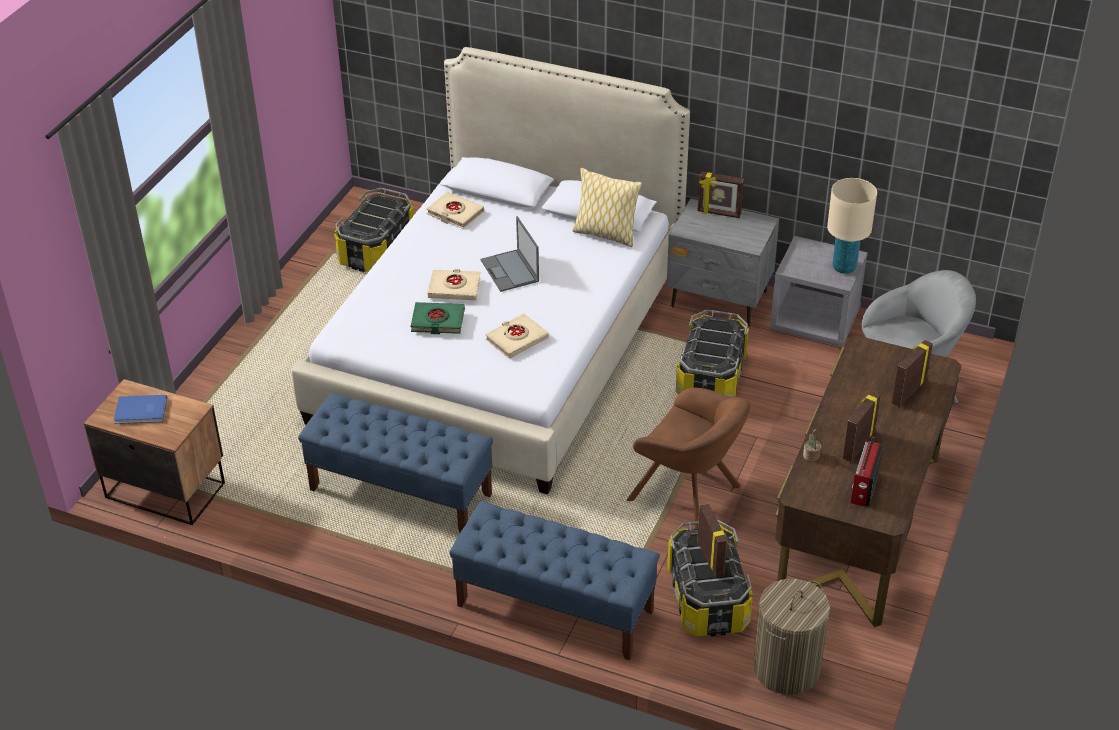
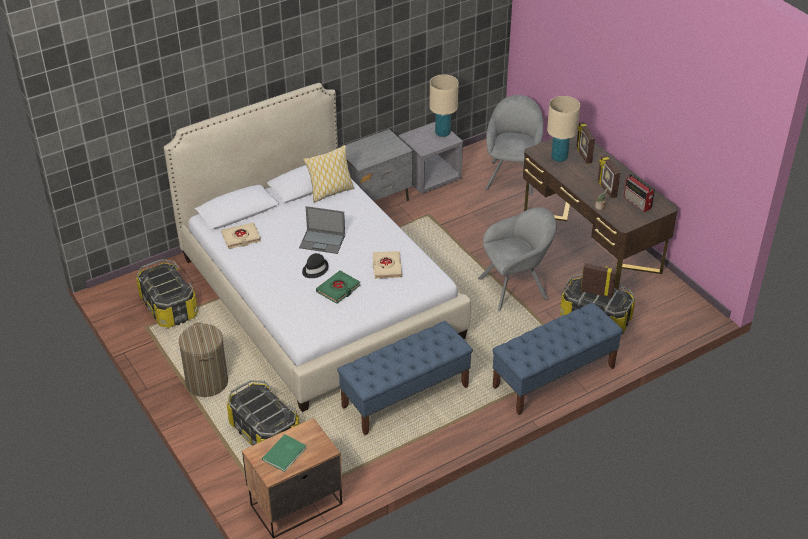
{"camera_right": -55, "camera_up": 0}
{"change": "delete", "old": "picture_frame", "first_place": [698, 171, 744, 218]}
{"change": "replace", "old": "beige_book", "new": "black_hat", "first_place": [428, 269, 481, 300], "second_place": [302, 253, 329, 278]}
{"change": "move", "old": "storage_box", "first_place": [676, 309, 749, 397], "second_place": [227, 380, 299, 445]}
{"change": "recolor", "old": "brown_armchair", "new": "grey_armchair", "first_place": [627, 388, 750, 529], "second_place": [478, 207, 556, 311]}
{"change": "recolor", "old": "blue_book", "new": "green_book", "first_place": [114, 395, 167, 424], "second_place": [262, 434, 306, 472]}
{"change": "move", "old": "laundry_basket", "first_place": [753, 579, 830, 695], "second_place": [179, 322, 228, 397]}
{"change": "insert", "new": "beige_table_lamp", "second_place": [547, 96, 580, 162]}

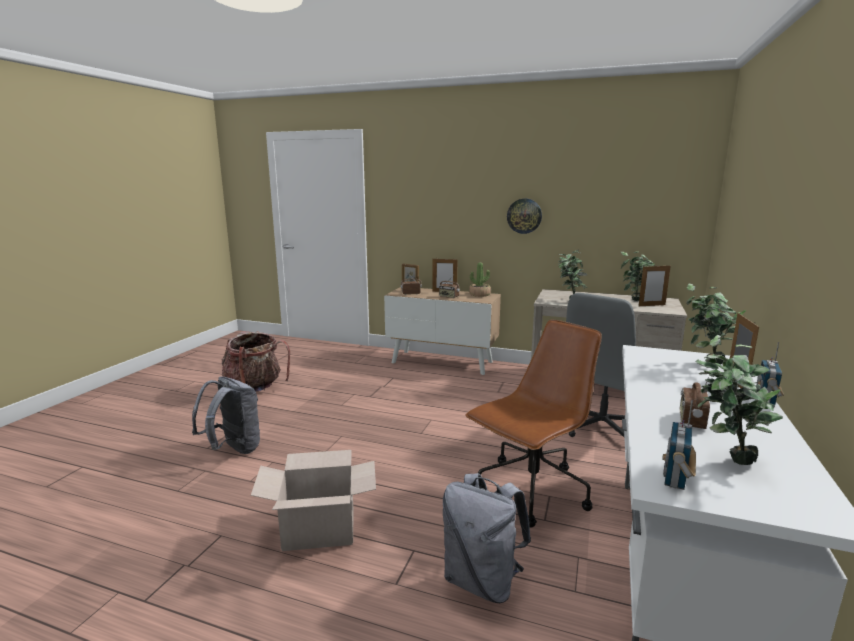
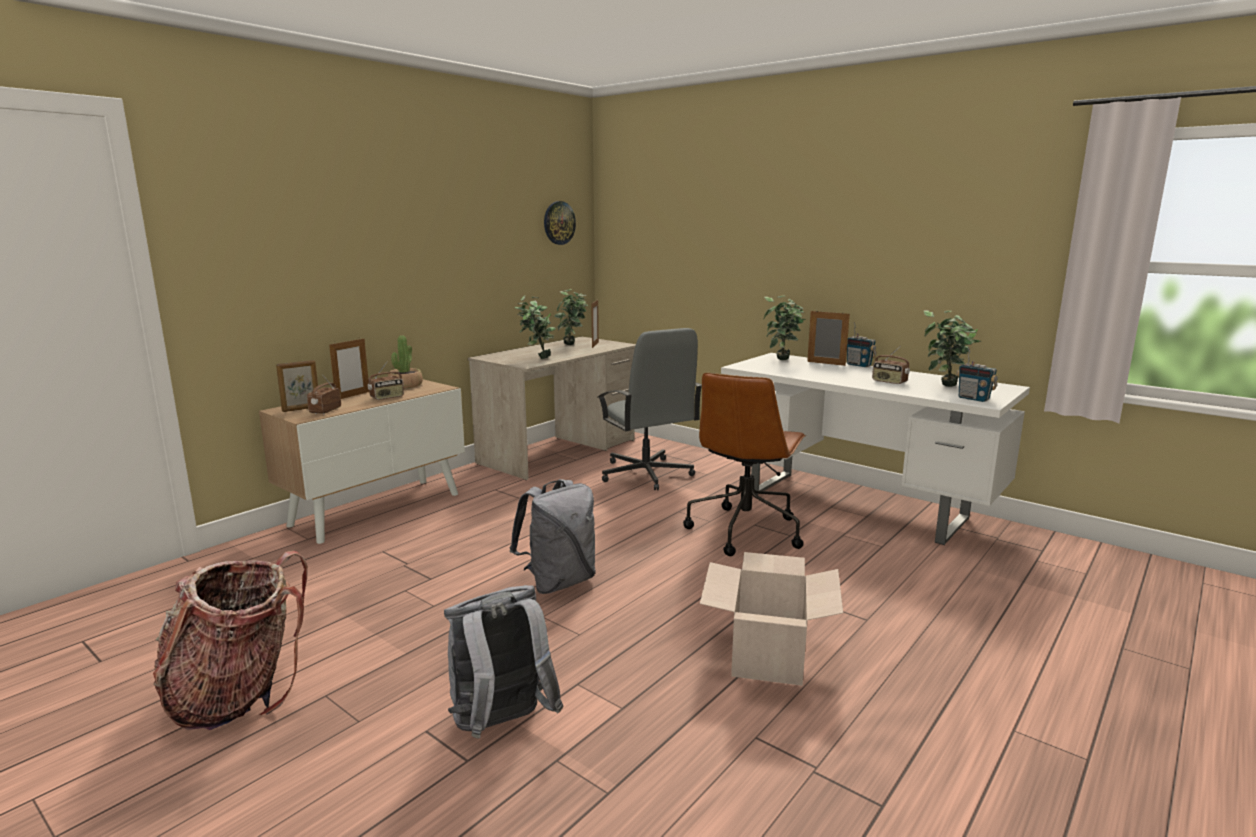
{"camera_right": -70, "camera_up": 0}
{"change": "move", "old": "wall_clock", "first_place": [507, 199, 542, 234], "second_place": [544, 201, 576, 245]}
{"change": "rotate", "old": "brown_office_chair", "first_place": [466, 320, 602, 528], "second_place": [683, 373, 806, 556], "degrees": -135}
{"change": "move", "old": "grey_backpack", "first_place": [443, 473, 531, 603], "second_place": [509, 479, 596, 594]}

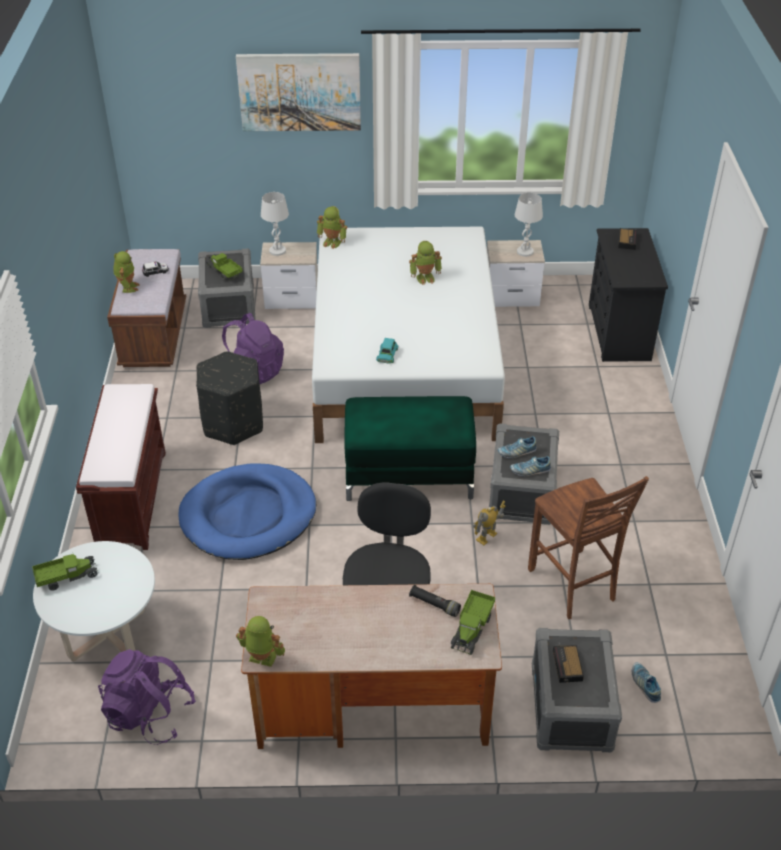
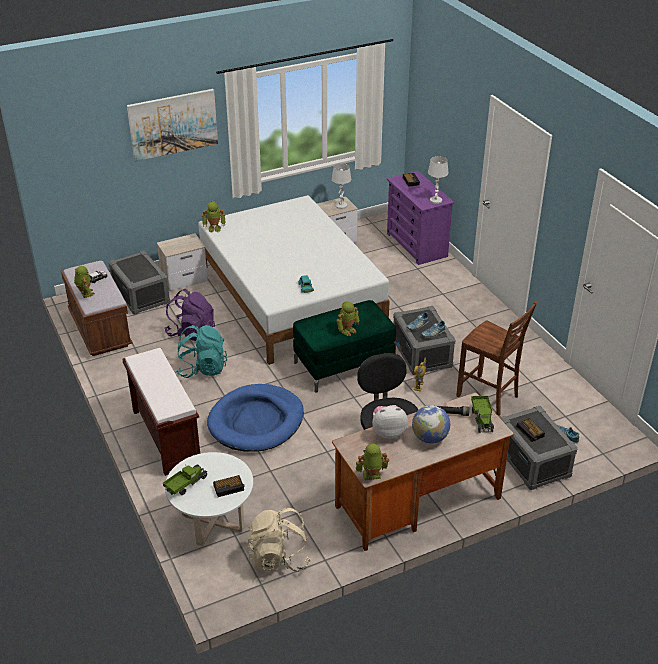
{"camera_right": -25, "camera_up": -5}
{"change": "move", "old": "white_table_lamp", "first_place": [261, 192, 289, 256], "second_place": [428, 156, 449, 204]}
{"change": "recolor", "old": "black_dresser", "new": "purple_dresser", "first_place": [589, 228, 668, 362], "second_place": [387, 171, 454, 265]}
{"change": "move", "old": "toy_robot", "first_place": [409, 241, 442, 285], "second_place": [336, 301, 359, 336]}
{"change": "delete", "old": "toy_truck", "first_place": [206, 253, 243, 280]}
{"change": "replace", "old": "black_ottoman", "new": "turquoise_backpack", "first_place": [196, 351, 263, 445], "second_place": [176, 325, 227, 378]}
{"change": "recolor", "old": "purple_backpack", "new": "beige_backpack", "first_place": [98, 649, 196, 745], "second_place": [247, 508, 311, 572]}
{"change": "insert", "new": "plush_toy", "second_place": [372, 405, 408, 439]}
{"change": "insert", "new": "globe", "second_place": [412, 405, 450, 443]}
{"change": "insert", "new": "alarm_clock", "second_place": [213, 475, 245, 497]}

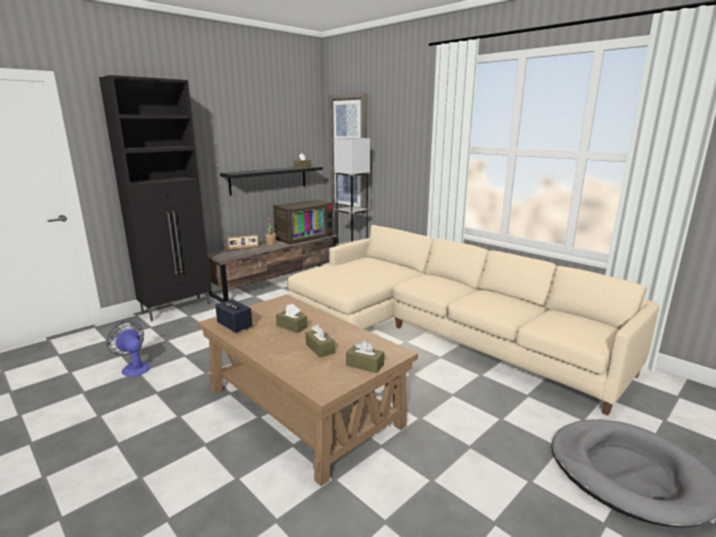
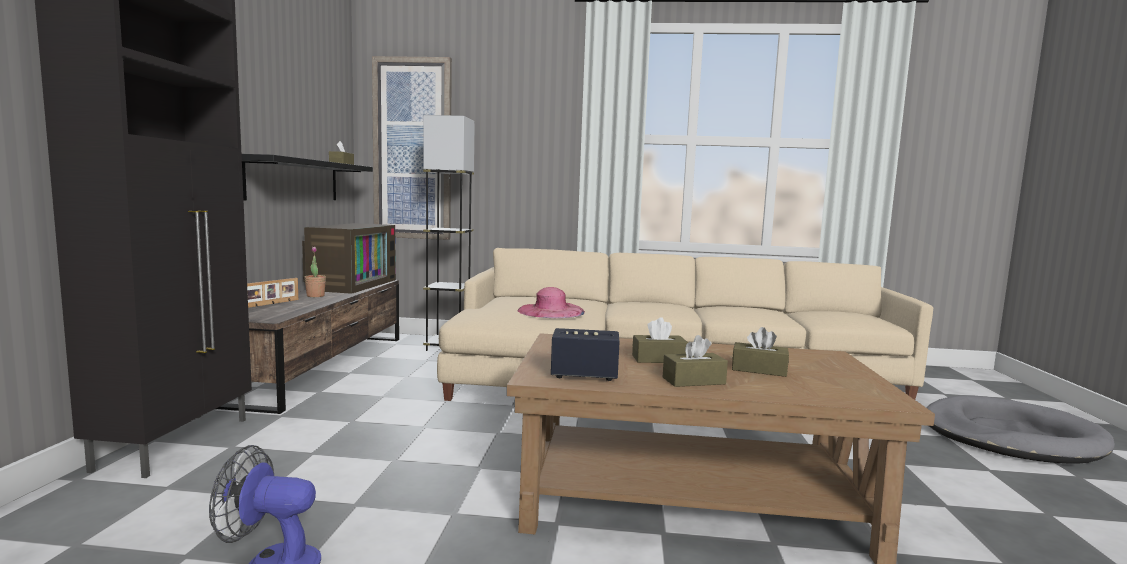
{"camera_right": -40, "camera_up": -10}
{"change": "move", "old": "brown_tissue_box", "first_place": [346, 339, 384, 373], "second_place": [663, 335, 728, 387]}
{"change": "insert", "new": "pink_hat", "second_place": [518, 287, 585, 318]}

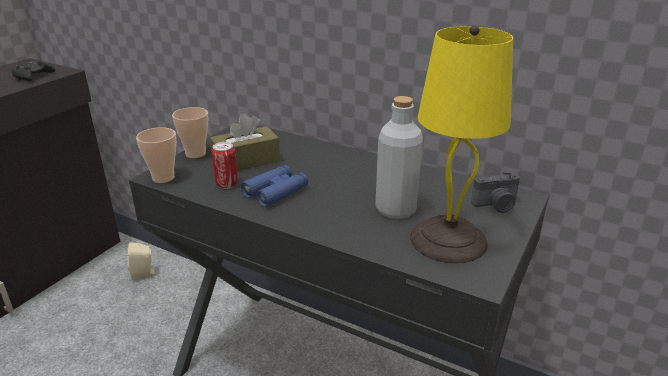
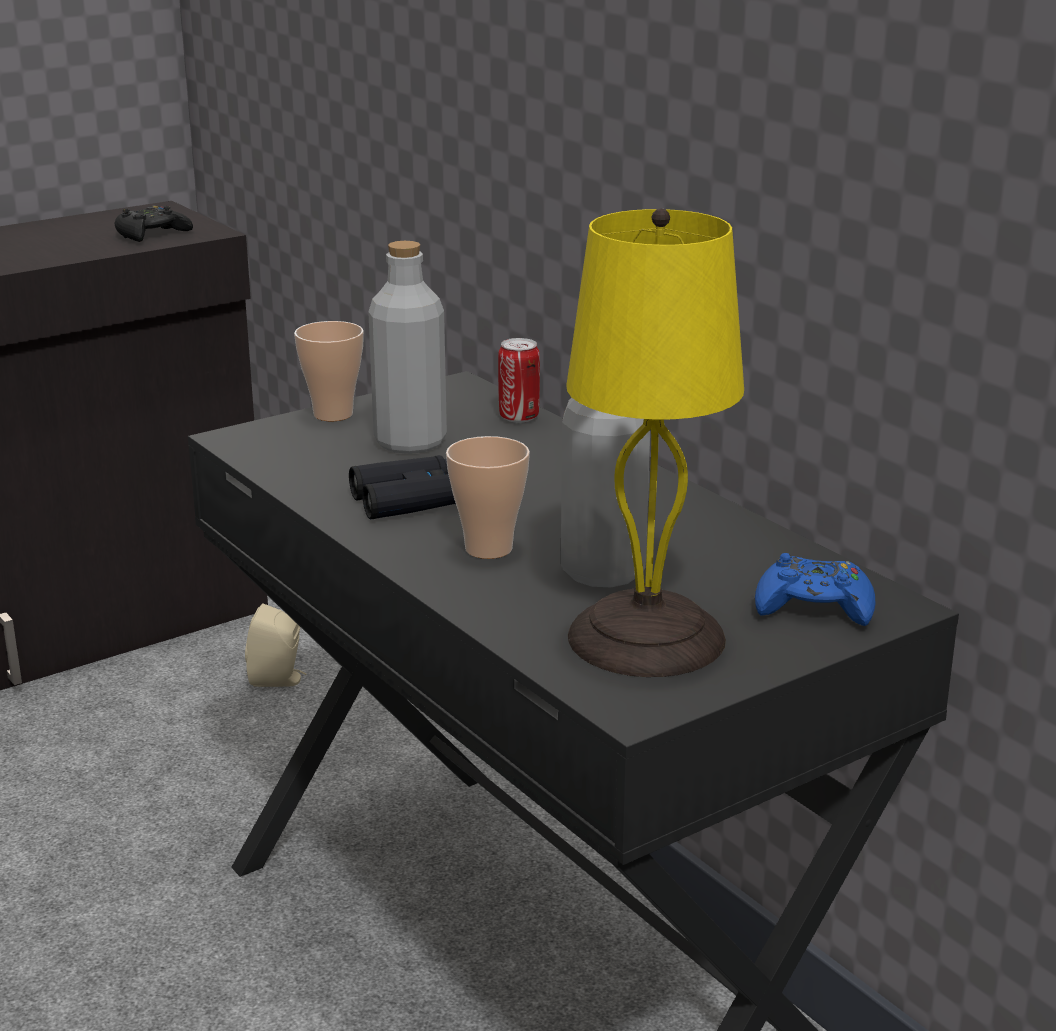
{"camera_right": 25, "camera_up": -5}
{"change": "replace", "old": "brown_tissue_box", "new": "grey_bottle", "first_place": [210, 113, 280, 171], "second_place": [368, 241, 447, 454]}
{"change": "move", "old": "cup", "first_place": [136, 127, 176, 183], "second_place": [446, 436, 530, 559]}
{"change": "move", "old": "can", "first_place": [212, 142, 238, 189], "second_place": [498, 338, 540, 423]}
{"change": "recolor", "old": "blue_binoculars", "new": "black_binoculars", "first_place": [241, 165, 308, 207], "second_place": [349, 455, 456, 519]}
{"change": "replace", "old": "photo_camera", "new": "blue_game_controller", "first_place": [471, 172, 520, 213], "second_place": [755, 553, 876, 626]}

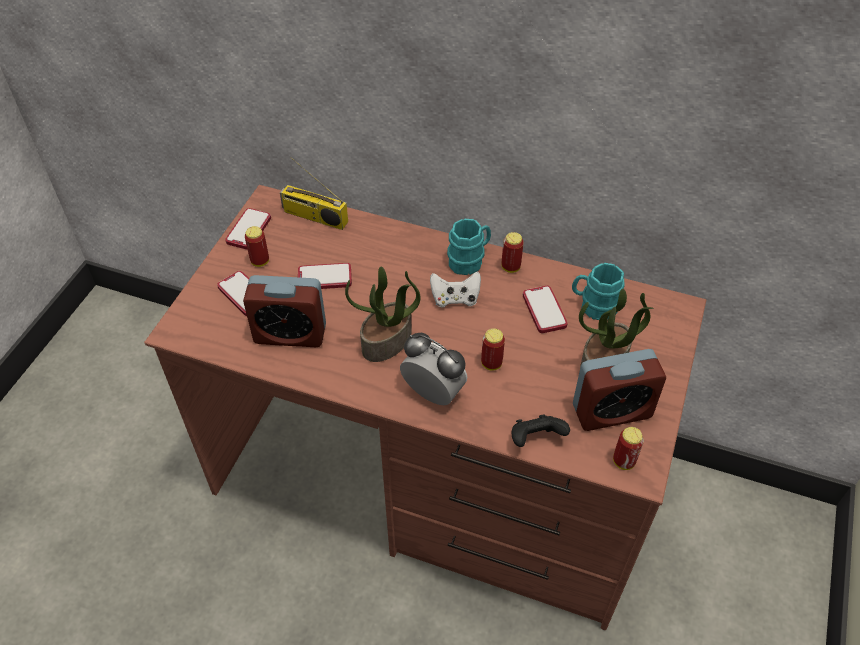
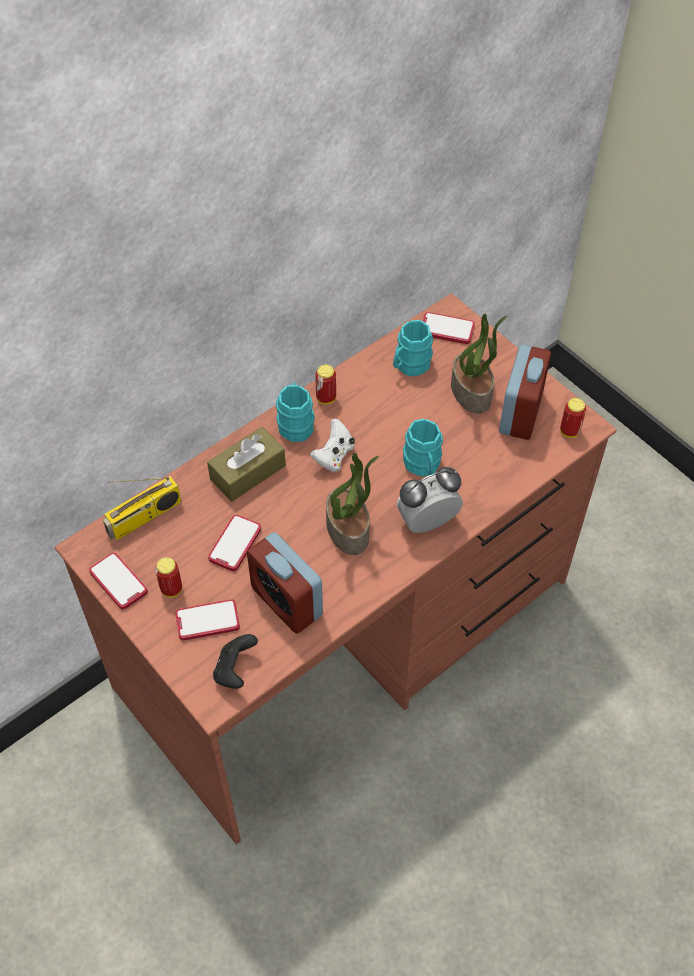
{"camera_right": -60, "camera_up": 5}
{"change": "rotate", "old": "alarm_clock", "first_place": [243, 275, 326, 347], "second_place": [247, 532, 323, 634], "degrees": 105}
{"change": "move", "old": "phone", "first_place": [523, 286, 568, 333], "second_place": [423, 312, 475, 344]}
{"change": "replace", "old": "can", "new": "turquoise_mug", "first_place": [481, 328, 505, 371], "second_place": [403, 419, 443, 477]}
{"change": "move", "old": "black_game_controller", "first_place": [512, 415, 570, 447], "second_place": [213, 634, 258, 689]}
{"change": "insert", "new": "brown_tissue_box", "second_place": [207, 427, 286, 502]}

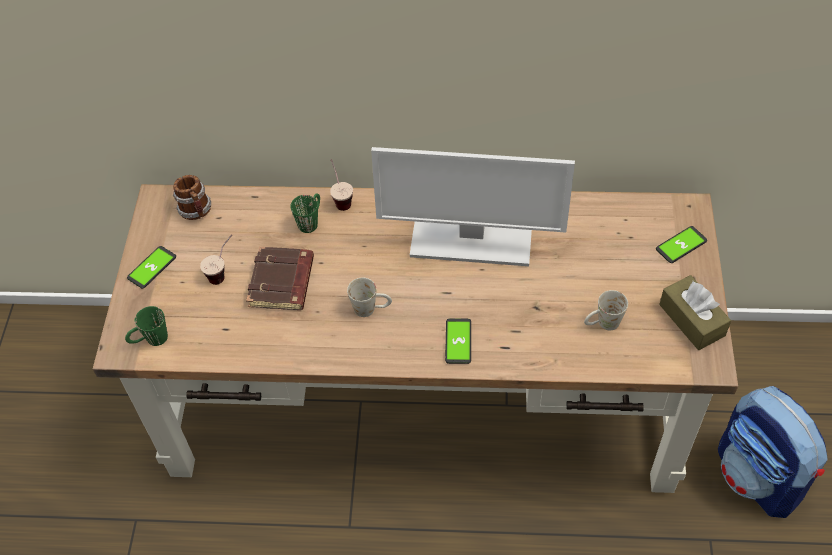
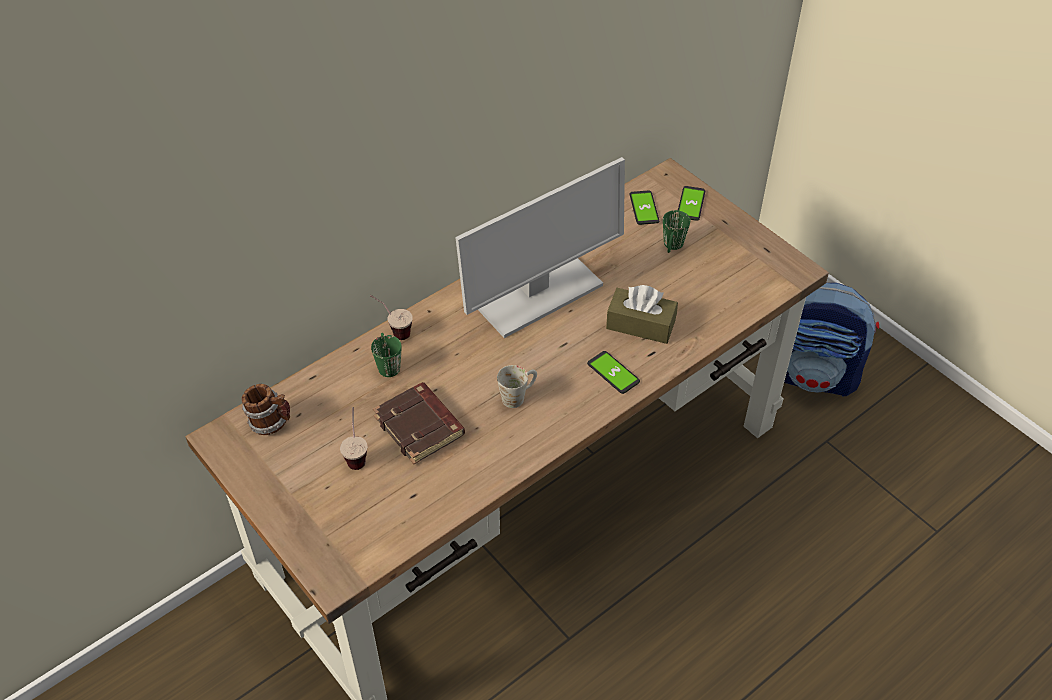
{"camera_right": -45, "camera_up": -5}
{"change": "move", "old": "phone", "first_place": [127, 246, 176, 288], "second_place": [630, 191, 659, 225]}
{"change": "move", "old": "brown_tissue_box", "first_place": [659, 275, 731, 350], "second_place": [606, 285, 678, 344]}
{"change": "delete", "old": "white_mug", "first_place": [584, 290, 628, 330]}
{"change": "move", "old": "green_mug", "first_place": [125, 306, 168, 346], "second_place": [663, 210, 690, 253]}

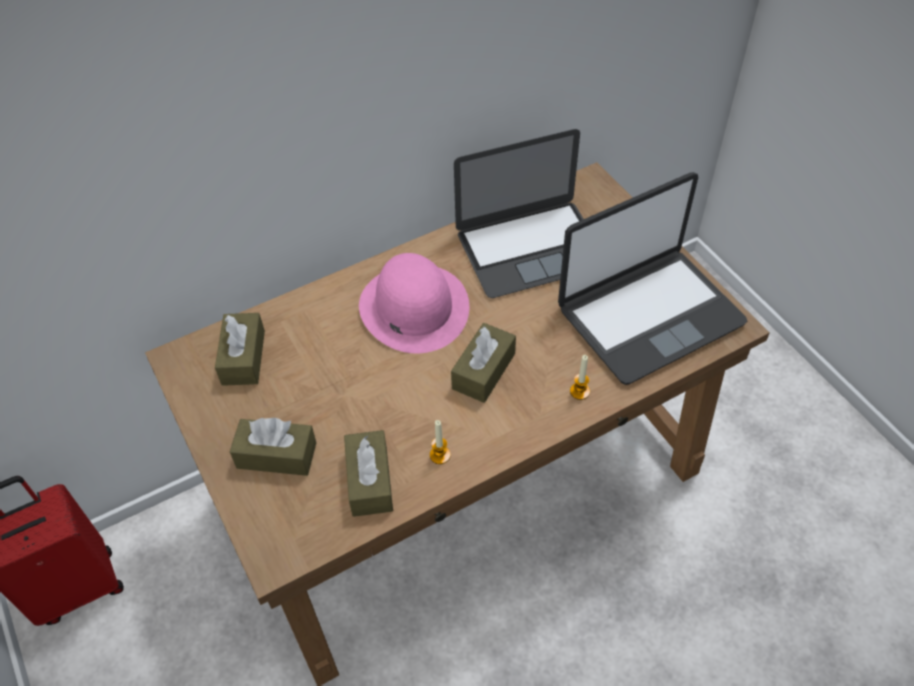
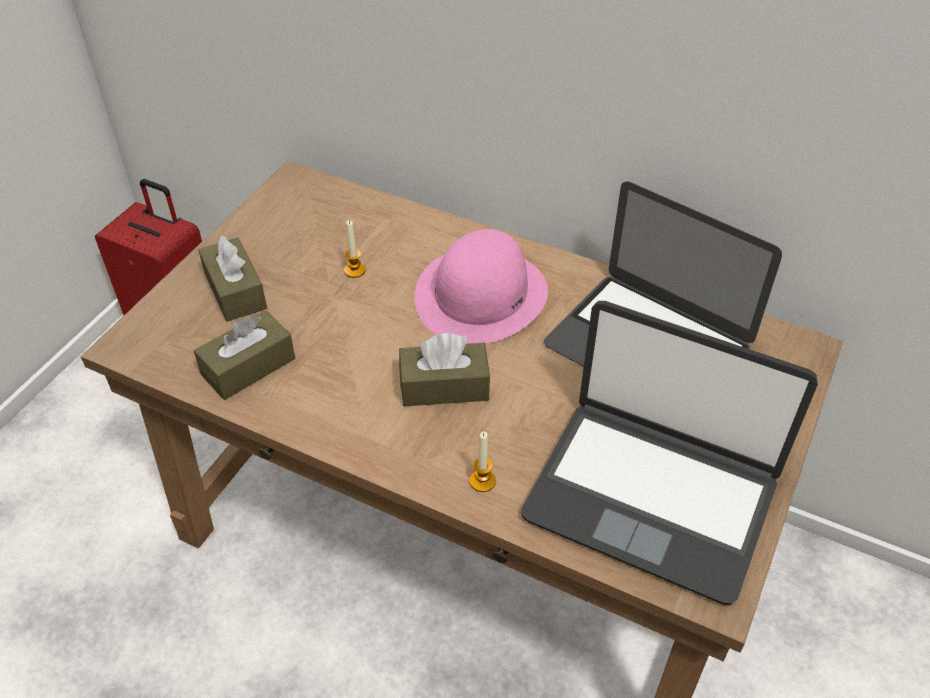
{"camera_right": 55, "camera_up": -5}
{"change": "delete", "old": "brown_tissue_box", "first_place": [215, 313, 265, 386]}
{"change": "move", "old": "candle", "first_place": [430, 420, 451, 464], "second_place": [344, 220, 366, 278]}

